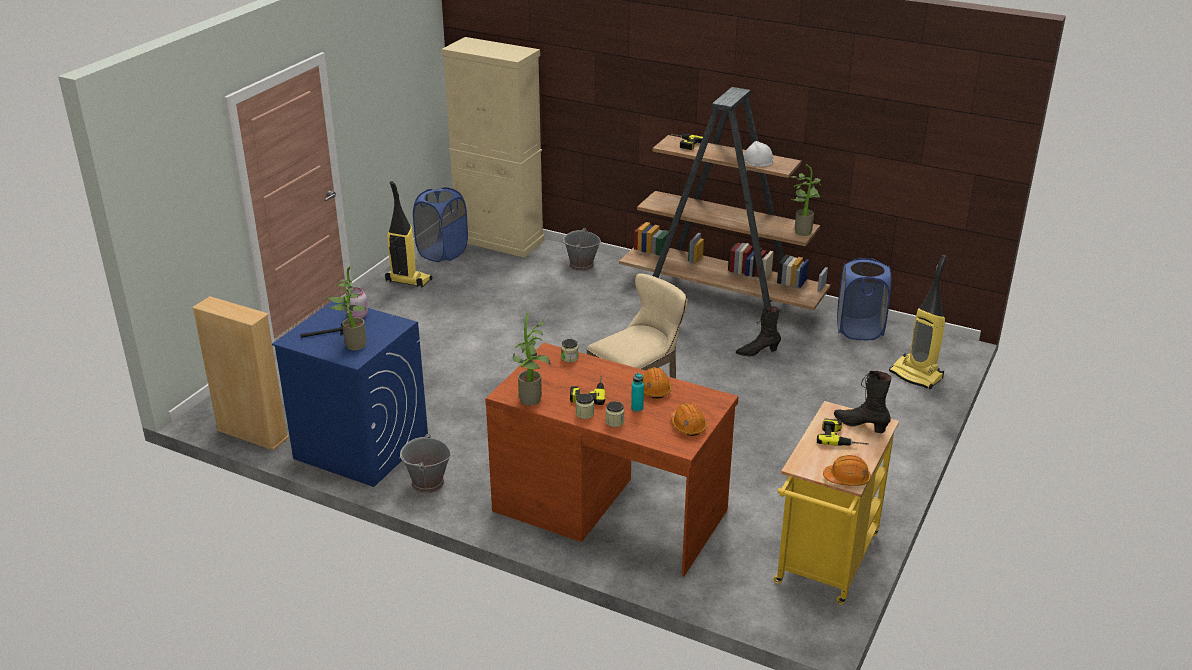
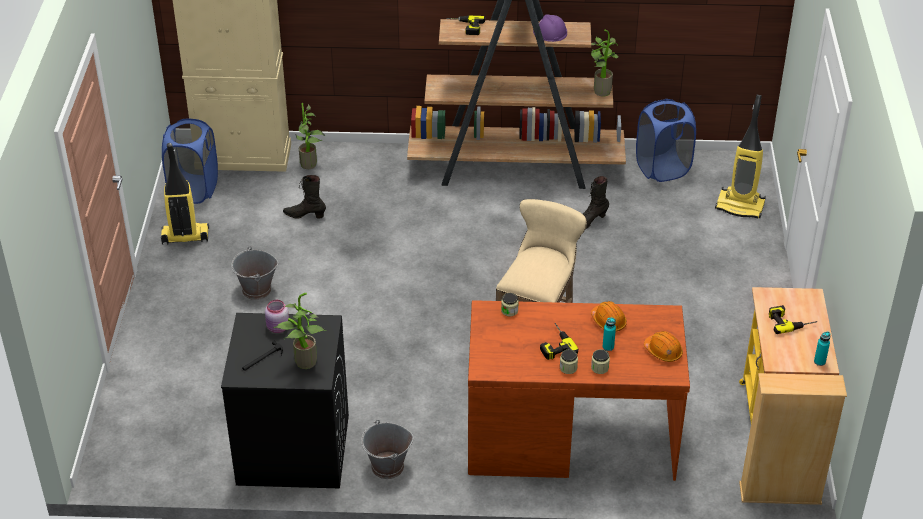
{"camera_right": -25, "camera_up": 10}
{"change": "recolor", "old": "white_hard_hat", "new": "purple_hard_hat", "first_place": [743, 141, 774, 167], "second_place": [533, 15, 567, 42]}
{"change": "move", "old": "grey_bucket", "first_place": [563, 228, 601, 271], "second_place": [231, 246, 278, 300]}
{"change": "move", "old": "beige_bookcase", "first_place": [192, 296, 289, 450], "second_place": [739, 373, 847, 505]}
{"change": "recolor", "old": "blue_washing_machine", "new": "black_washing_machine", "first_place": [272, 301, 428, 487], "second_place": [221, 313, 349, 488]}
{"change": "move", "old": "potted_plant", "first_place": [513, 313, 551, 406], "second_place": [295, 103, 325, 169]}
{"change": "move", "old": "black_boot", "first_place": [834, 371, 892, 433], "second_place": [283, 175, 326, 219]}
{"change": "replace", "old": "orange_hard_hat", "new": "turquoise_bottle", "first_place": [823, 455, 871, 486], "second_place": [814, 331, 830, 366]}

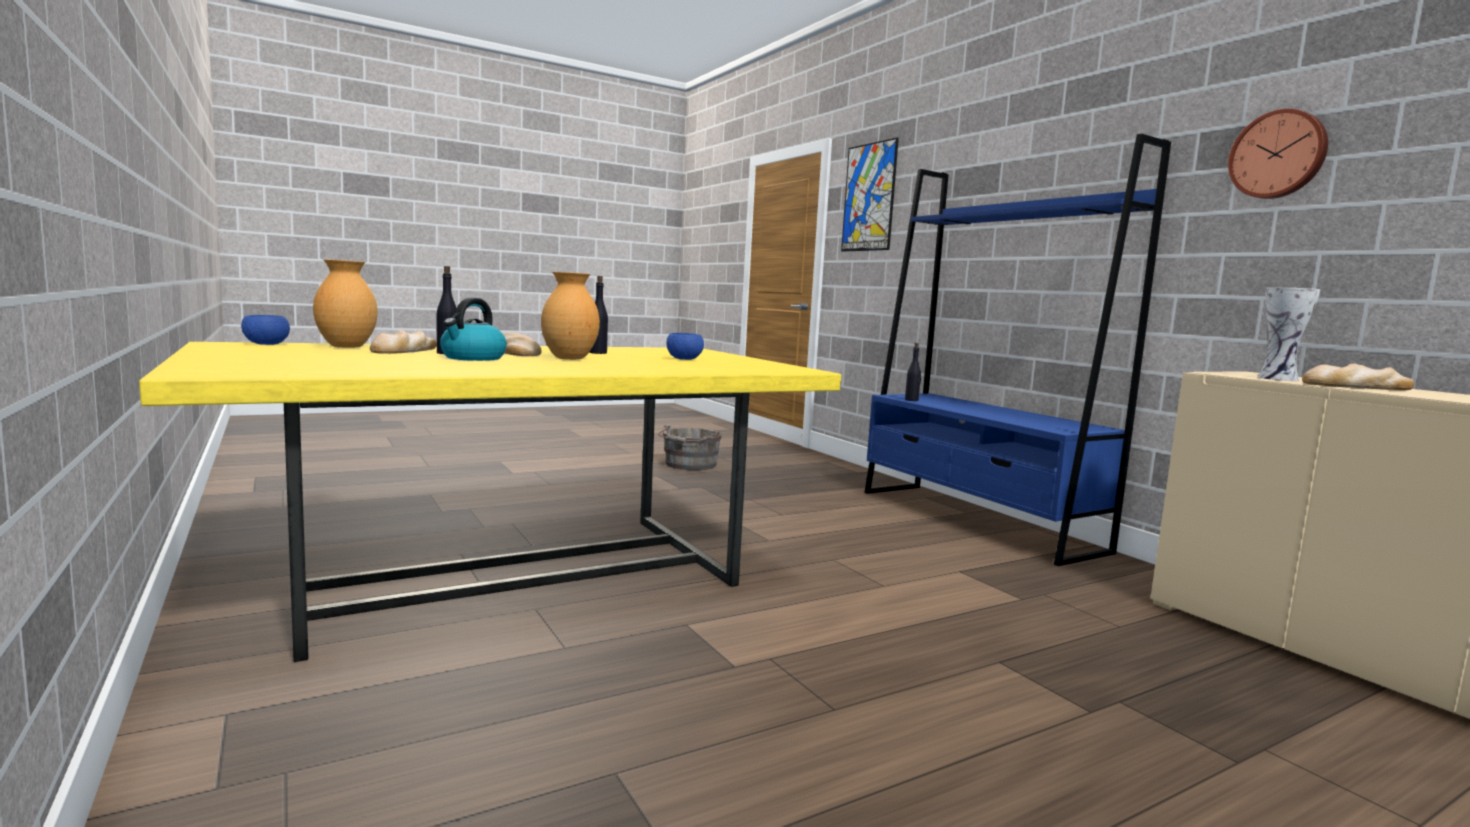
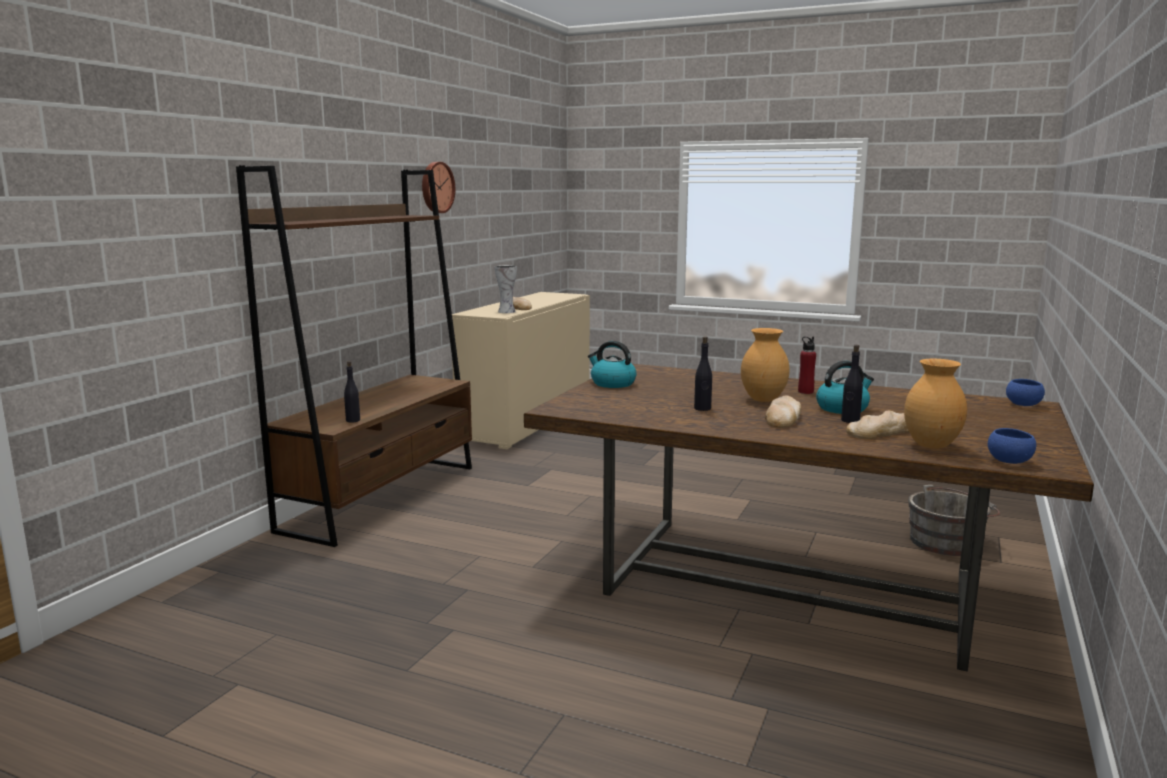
{"camera_right": -125, "camera_up": 5}
{"change": "recolor", "old": "blue_bookcase", "new": "brown_bookcase", "first_place": [864, 134, 1171, 566], "second_place": [236, 165, 472, 547]}
{"change": "delete", "old": "picture", "first_place": [841, 138, 899, 252]}
{"change": "move", "old": "blue_bowl", "first_place": [667, 333, 704, 360], "second_place": [1006, 379, 1045, 406]}
{"change": "recolor", "old": "yellow_dining_table", "new": "brown_dining_table", "first_place": [139, 342, 841, 662], "second_place": [524, 364, 1094, 671]}
{"change": "move", "old": "grey_bucket", "first_place": [658, 424, 722, 470], "second_place": [909, 485, 1000, 556]}
{"change": "insert", "new": "red_bottle", "second_place": [798, 336, 816, 394]}
{"change": "insert", "new": "kettle", "second_place": [588, 341, 637, 388]}

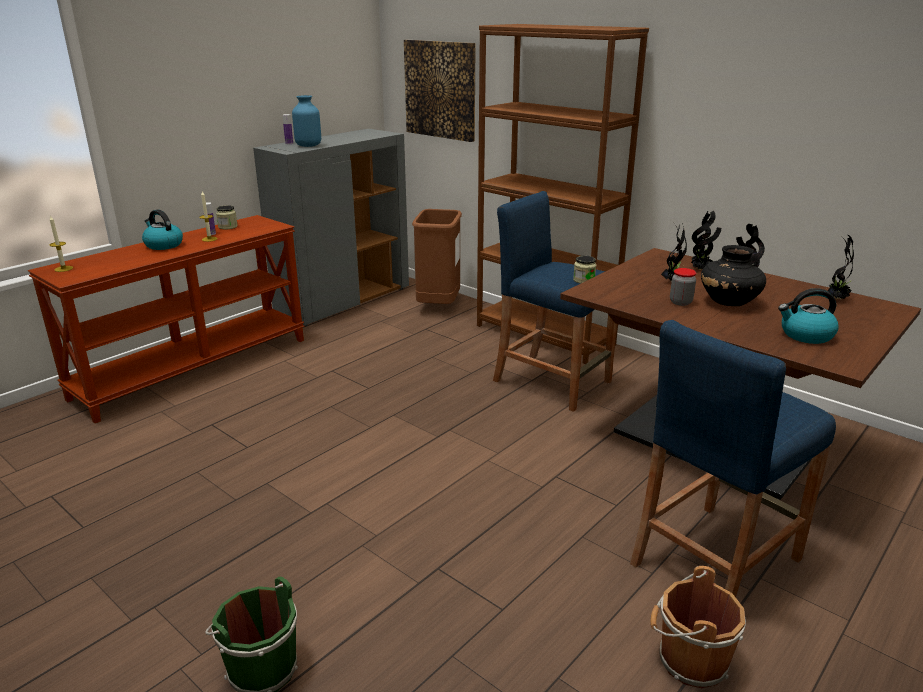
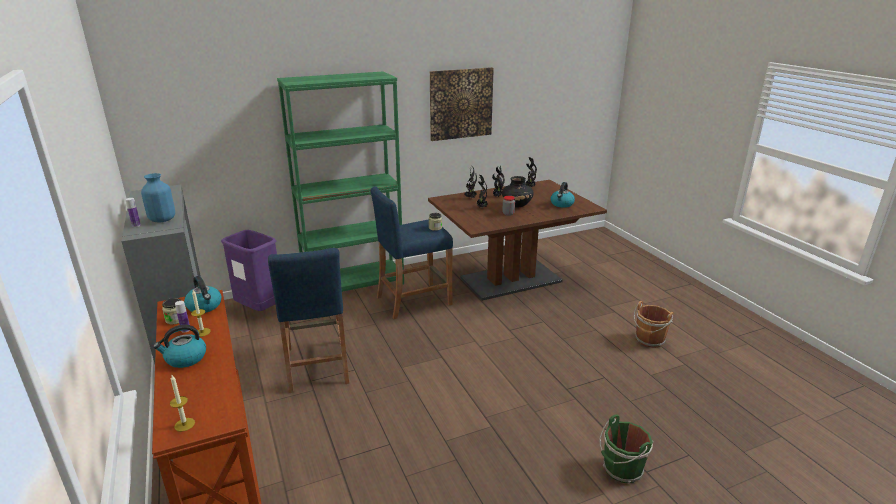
{"camera_right": -65, "camera_up": 0}
{"change": "recolor", "old": "brown_bookcase", "new": "green_bookcase", "first_place": [477, 24, 649, 364], "second_place": [277, 72, 404, 292]}
{"change": "move", "old": "picture", "first_place": [404, 40, 476, 142], "second_place": [430, 67, 494, 141]}
{"change": "recolor", "old": "brown_trash_can", "new": "purple_trash_can", "first_place": [412, 209, 462, 304], "second_place": [221, 230, 277, 311]}
{"change": "move", "old": "blue_stool", "first_place": [630, 320, 836, 597], "second_place": [268, 248, 349, 393]}
{"change": "insert", "new": "kettle", "second_place": [184, 276, 221, 313]}

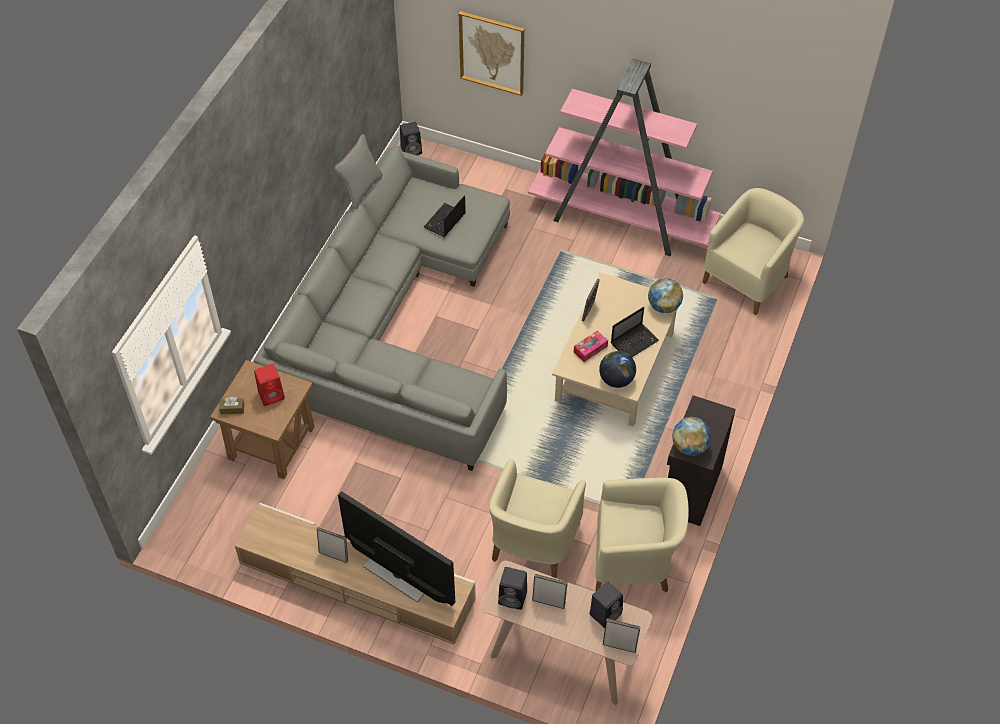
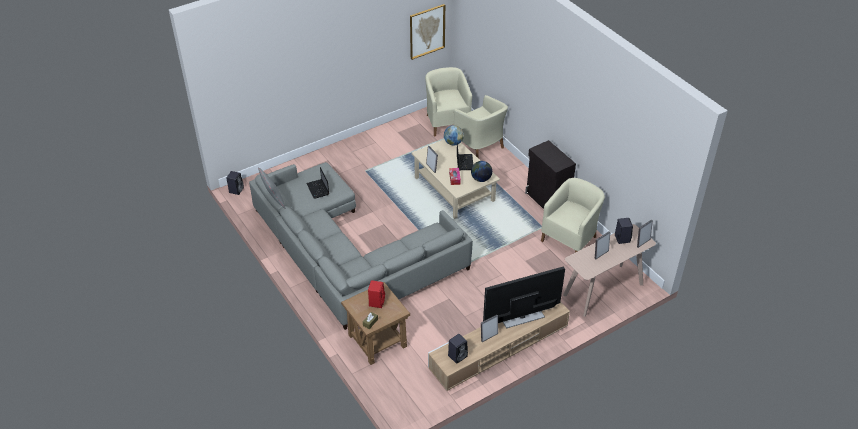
{"camera_right": -55, "camera_up": -10}
{"change": "move", "old": "picture", "first_place": [459, 11, 524, 96], "second_place": [410, 4, 445, 60]}
{"change": "delete", "old": "pink_bookcase", "first_place": [528, 58, 721, 256]}
{"change": "delete", "old": "globe", "first_place": [672, 417, 712, 456]}
{"change": "move", "old": "beige_armchair", "first_place": [489, 459, 586, 578], "second_place": [454, 95, 508, 159]}
{"change": "move", "old": "black_speaker", "first_place": [498, 567, 527, 610], "second_place": [448, 334, 468, 364]}

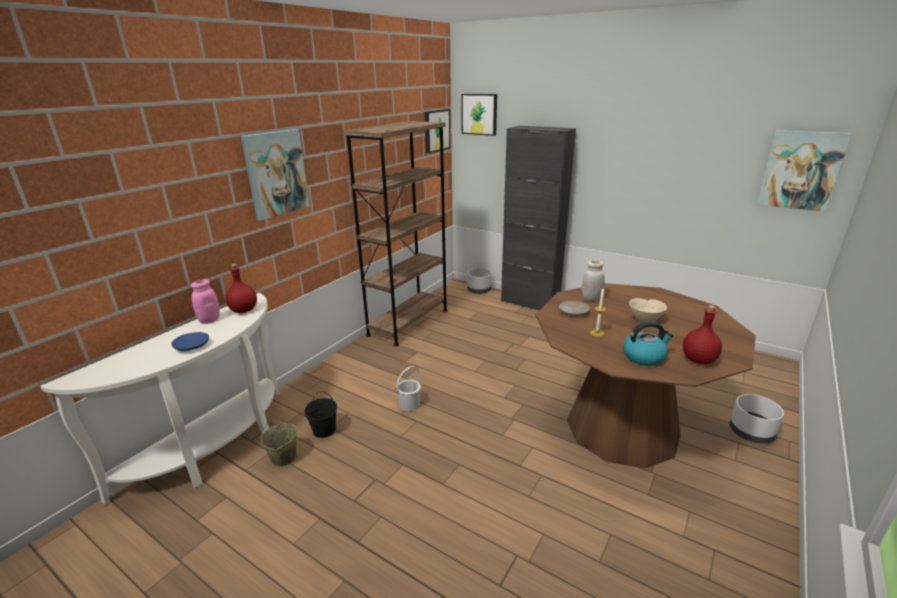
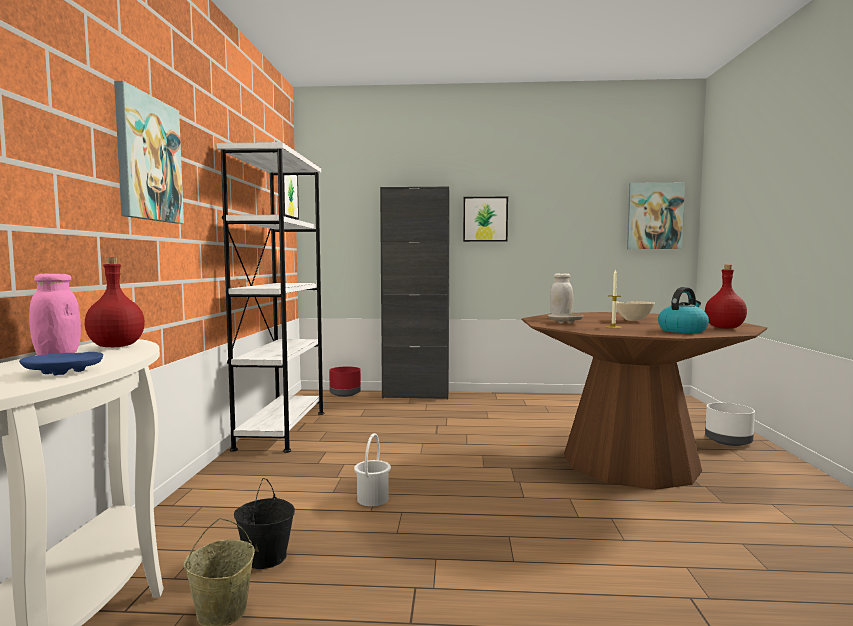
{"camera_right": -30, "camera_up": -20}
{"change": "move", "old": "picture", "first_place": [461, 94, 497, 136], "second_place": [463, 197, 508, 242]}
{"change": "recolor", "old": "brown_bookcase", "new": "white_bookcase", "first_place": [343, 121, 448, 346], "second_place": [217, 142, 324, 453]}
{"change": "recolor", "old": "grey_planter", "new": "red_planter", "first_place": [467, 268, 492, 294], "second_place": [329, 366, 361, 397]}

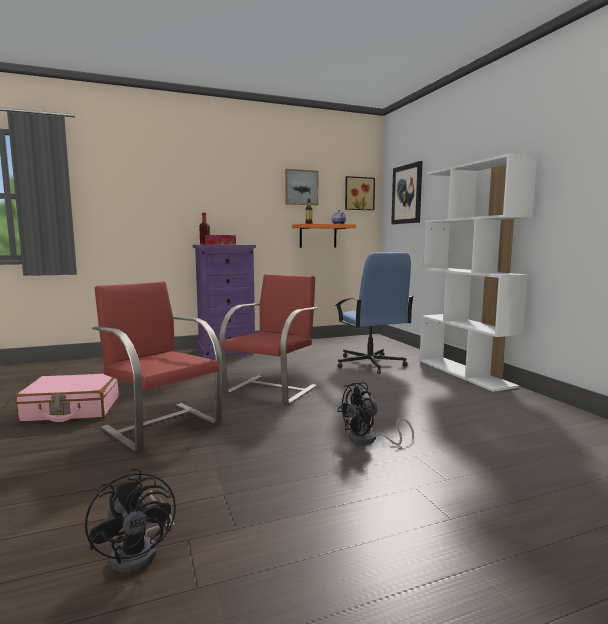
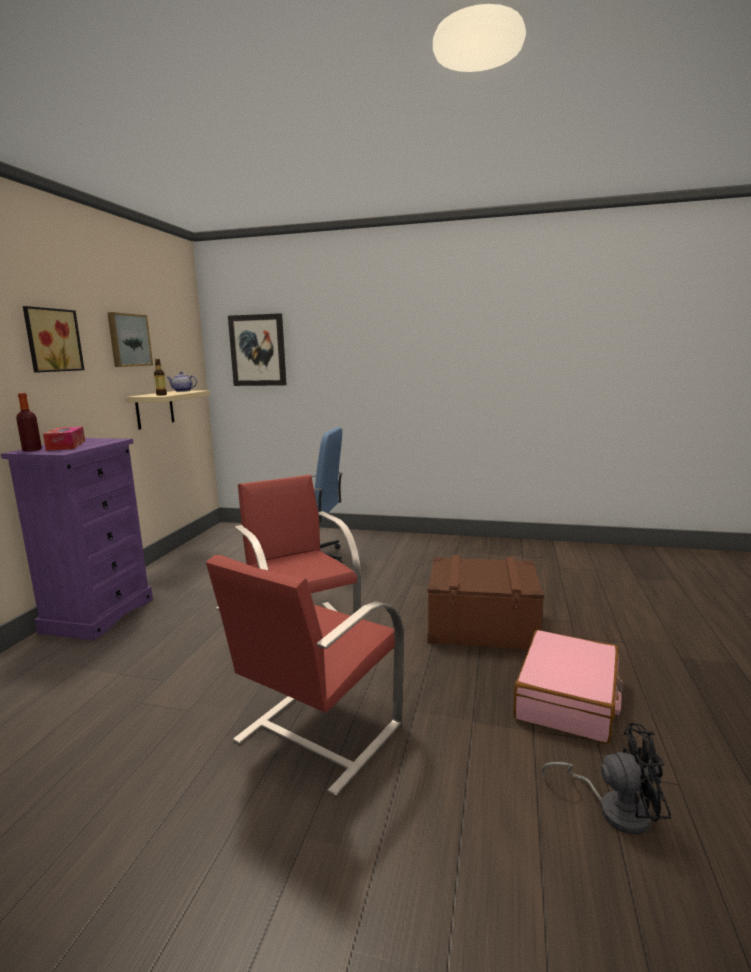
{"camera_right": -55, "camera_up": 5}
{"change": "delete", "old": "white_bookcase", "first_place": [419, 153, 537, 392]}
{"change": "move", "old": "picture", "first_place": [345, 176, 375, 210], "second_place": [23, 306, 84, 373]}
{"change": "recolor", "old": "orange_shelf", "new": "beige_shelf", "first_place": [292, 224, 356, 248], "second_place": [126, 390, 210, 430]}
{"change": "rotate", "old": "red_chair", "first_place": [92, 281, 222, 452], "second_place": [206, 555, 404, 797], "degrees": -45}
{"change": "move", "old": "pink_suitcase", "first_place": [15, 374, 119, 422], "second_place": [513, 630, 624, 744]}
{"change": "replace", "old": "black_fan", "new": "brown_storage_box", "first_place": [337, 382, 414, 445], "second_place": [428, 555, 544, 650]}

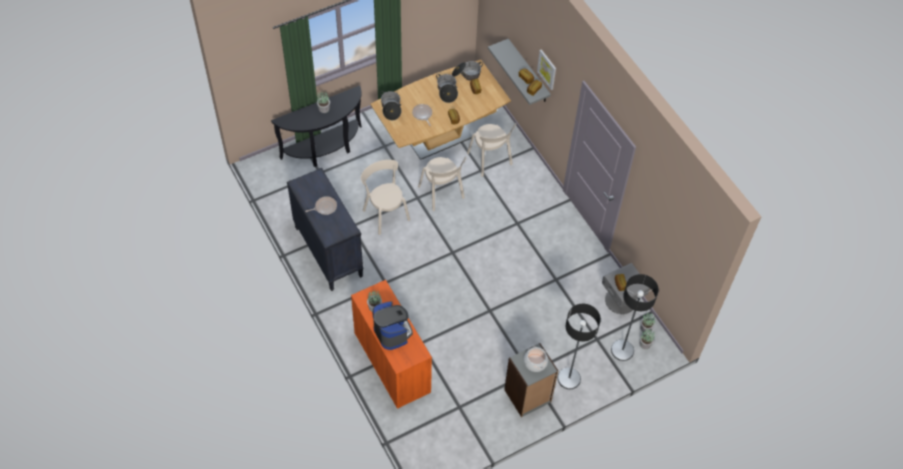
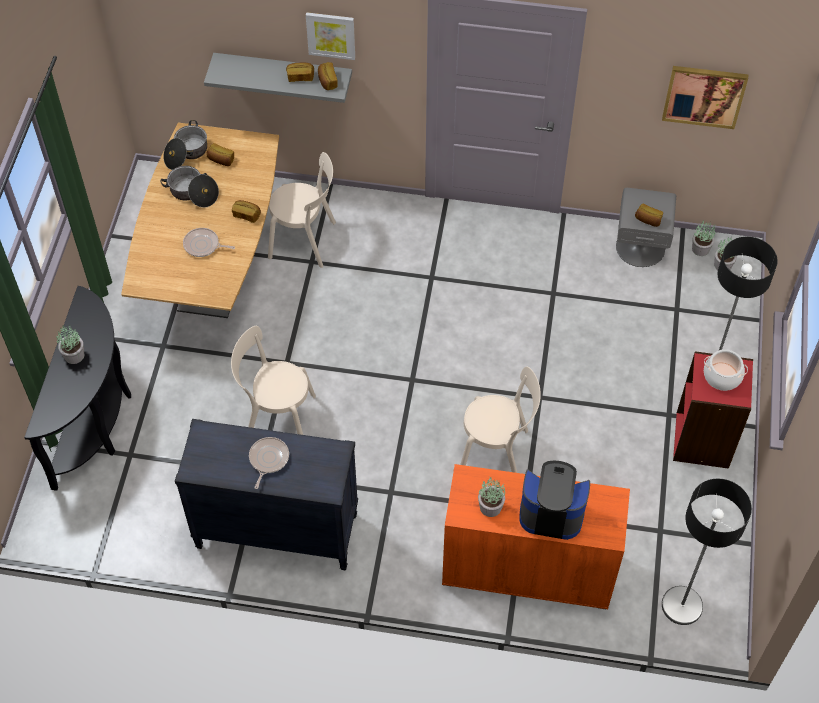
{"camera_right": -50, "camera_up": 0}
{"change": "delete", "old": "cooking_pot", "first_place": [380, 91, 401, 120]}
{"change": "move", "old": "beige_chair", "first_place": [418, 157, 466, 211], "second_place": [460, 366, 541, 473]}
{"change": "move", "old": "floor_lamp", "first_place": [611, 274, 659, 361], "second_place": [662, 478, 752, 625]}
{"change": "recolor", "old": "grey_bookcase", "new": "red_bookcase", "first_place": [504, 343, 558, 417], "second_place": [673, 351, 753, 469]}
{"change": "insert", "new": "picture", "second_place": [662, 66, 748, 129]}

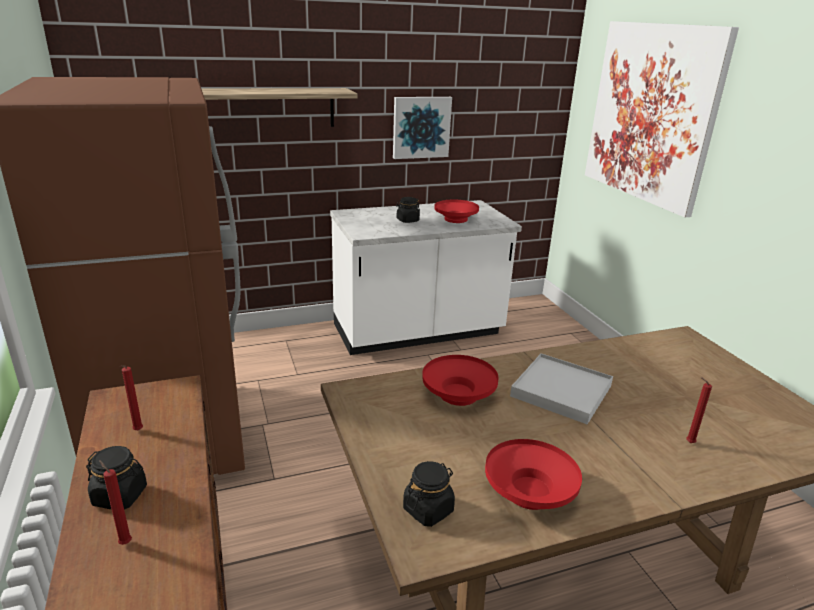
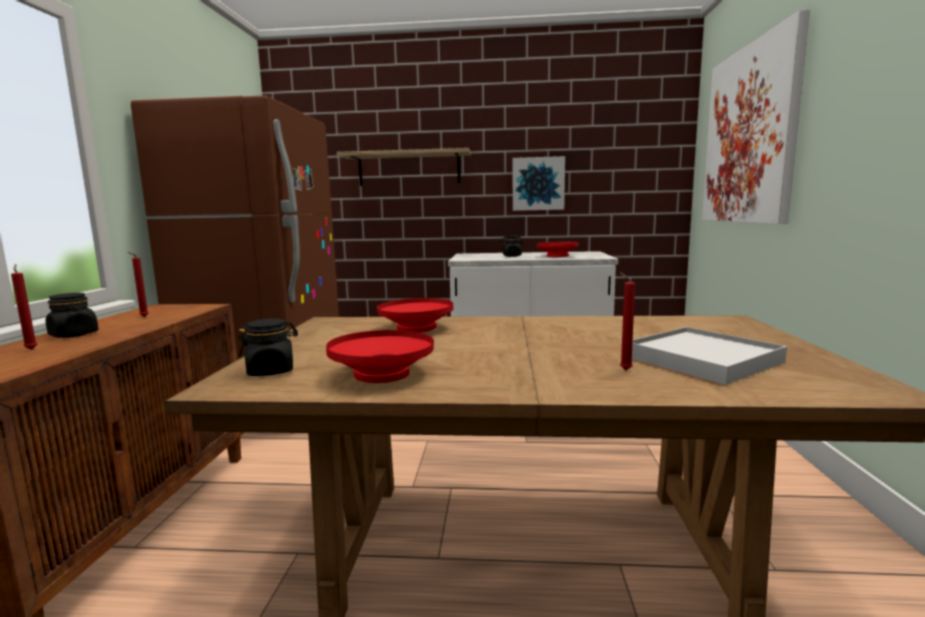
{"camera_right": 25, "camera_up": -15}
{"change": "move", "old": "white_tray", "first_place": [510, 353, 613, 424], "second_place": [632, 327, 787, 385]}

